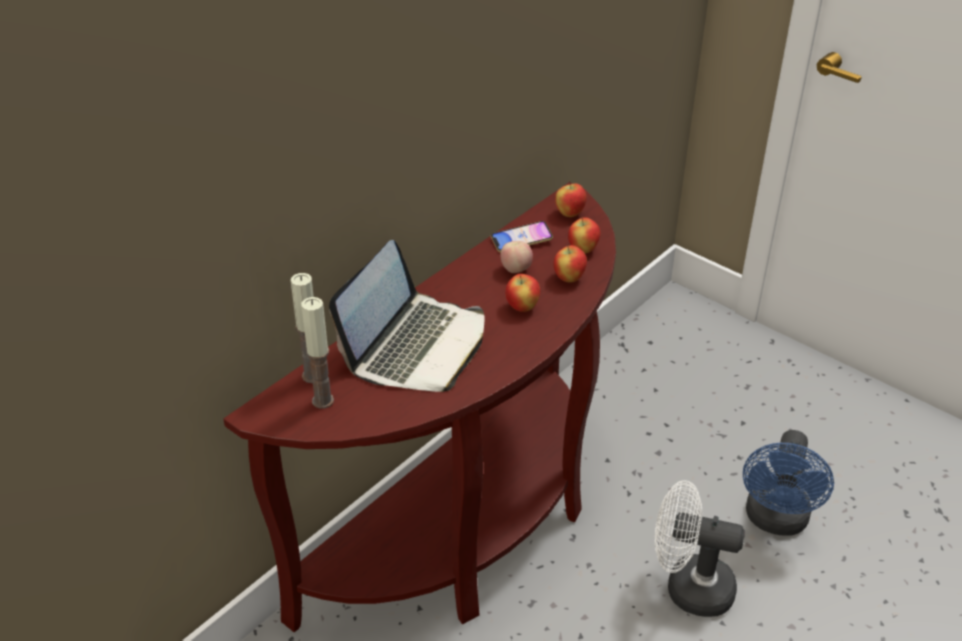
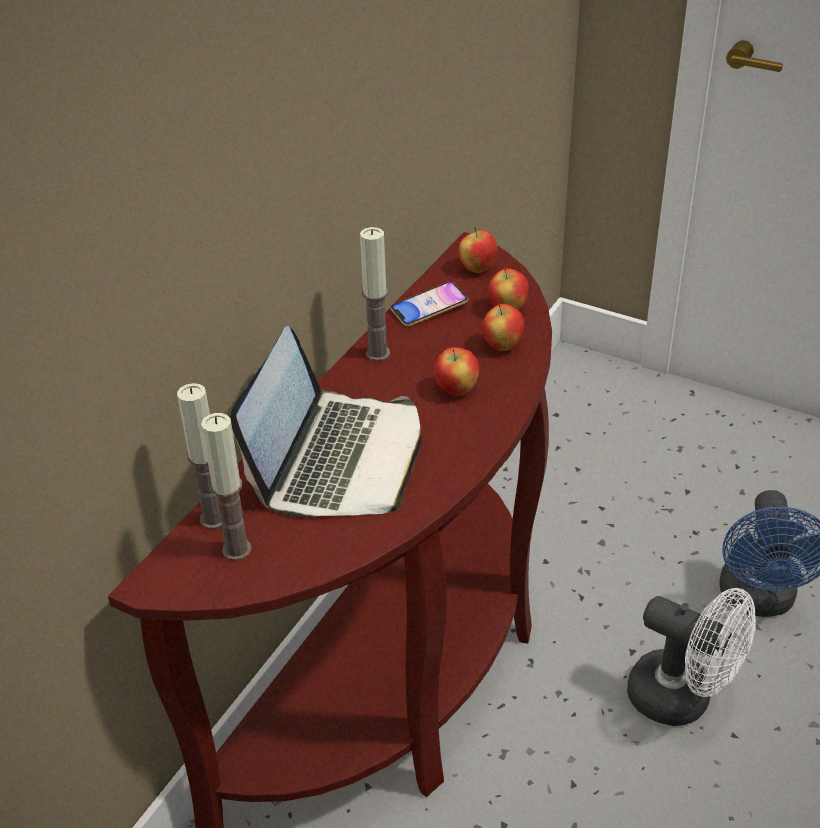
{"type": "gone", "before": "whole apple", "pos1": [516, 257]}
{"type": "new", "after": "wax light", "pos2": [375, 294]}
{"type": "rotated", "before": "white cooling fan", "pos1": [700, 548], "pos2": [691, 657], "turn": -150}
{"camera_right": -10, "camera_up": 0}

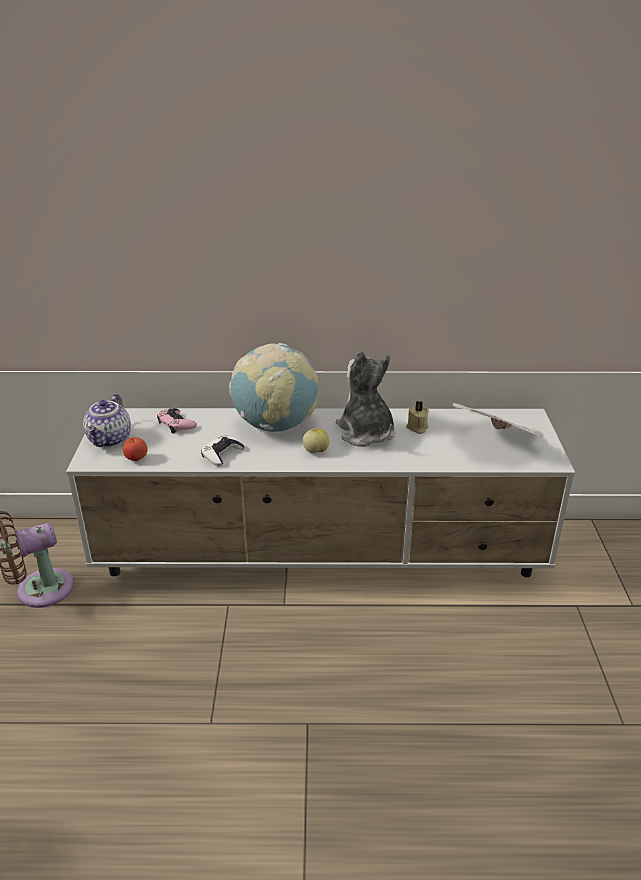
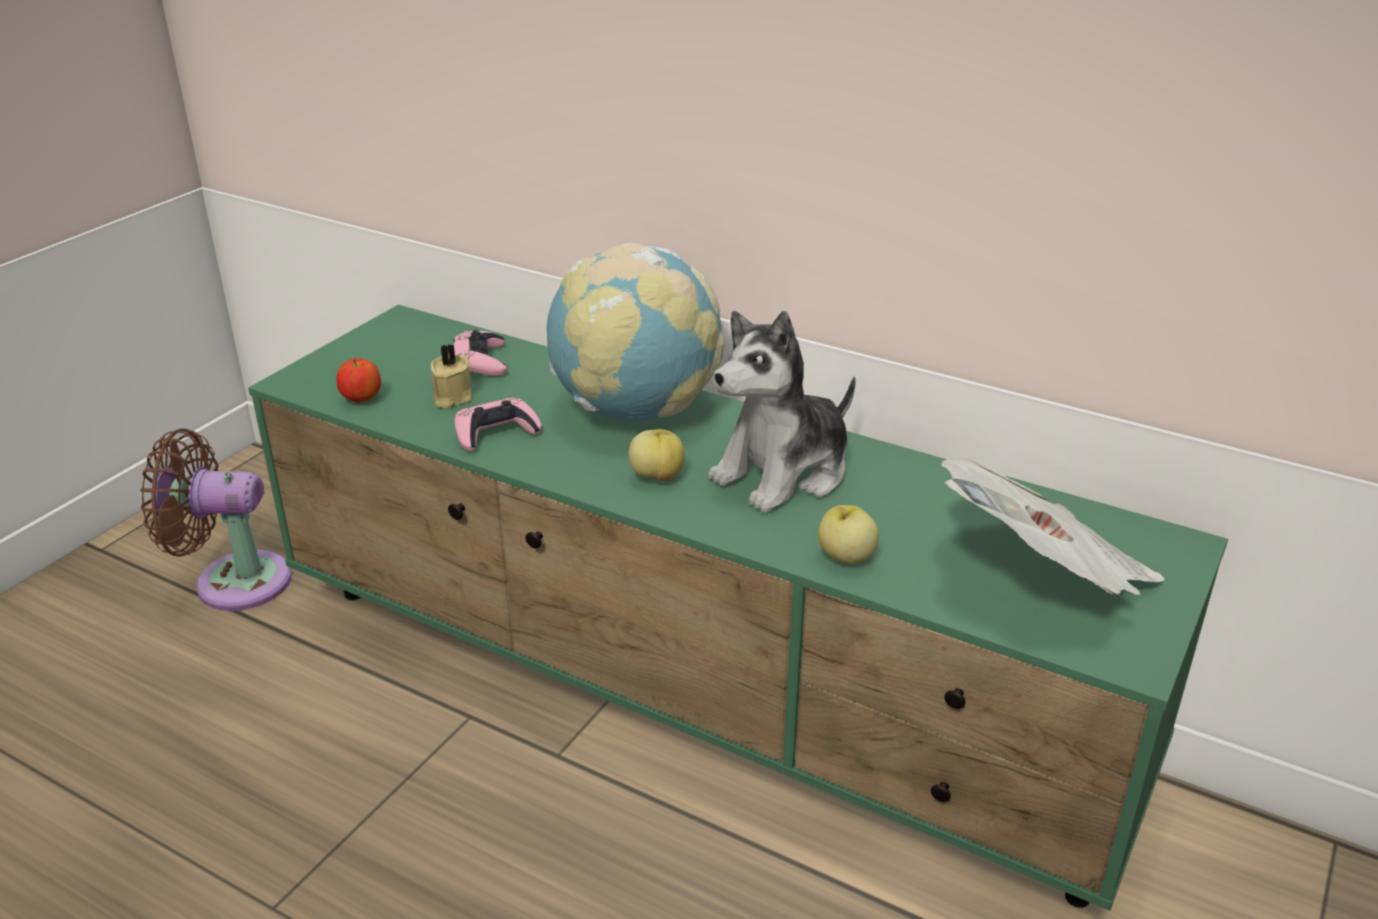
{"type": "gone", "before": "pot for tea", "pos1": [107, 420]}
{"type": "new", "after": "whole apple", "pos2": [848, 534]}
{"type": "shifted", "before": "beige wax light", "pos1": [417, 417], "pos2": [451, 377]}
{"type": "repainted", "before": "white media console", "after": "green-coloured media console", "pos1": [320, 492], "pos2": [738, 608]}
{"type": "repainted", "before": "white gamepad", "after": "pinkish gamepad", "pos1": [223, 451], "pos2": [498, 425]}
{"type": "rotated", "before": "cuddly toy", "pos1": [365, 399], "pos2": [782, 412], "turn": -135}
{"camera_right": 30, "camera_up": 0}

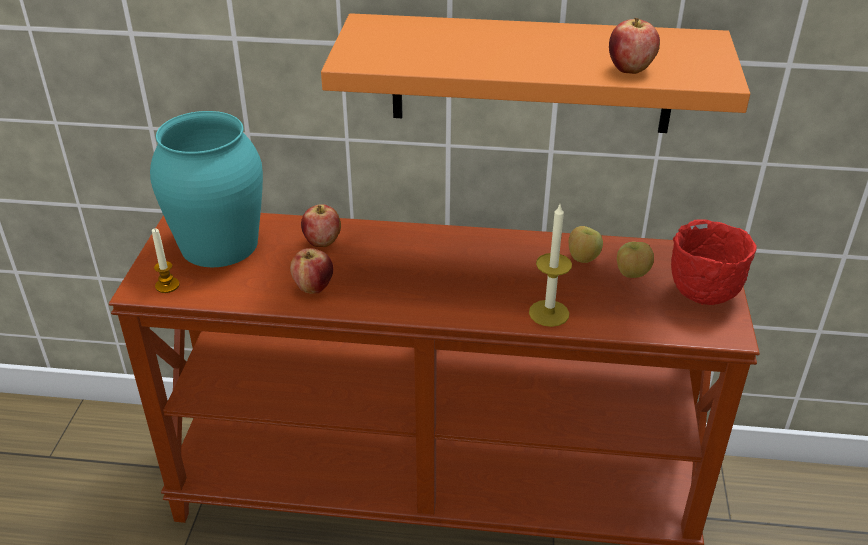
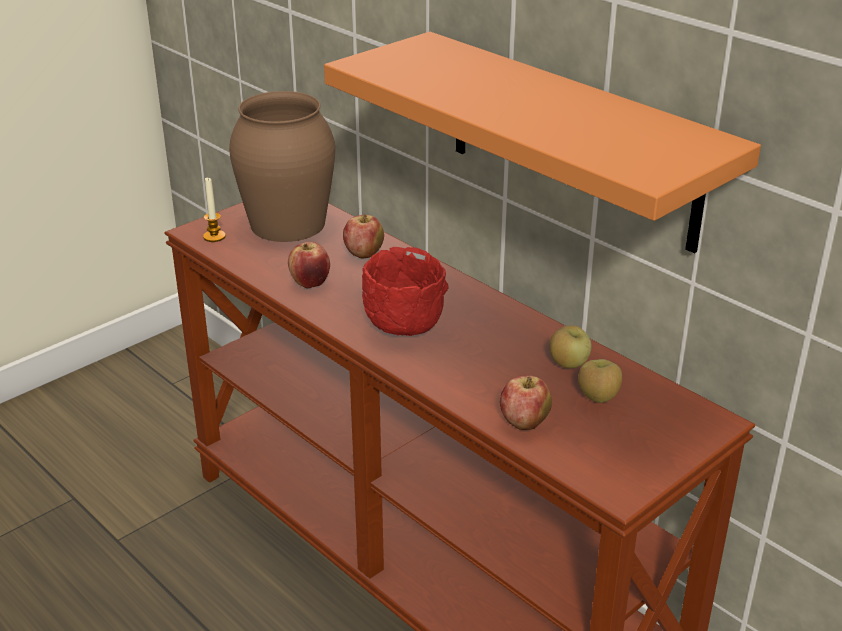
{"type": "gone", "before": "wax light", "pos1": [550, 266]}
{"type": "shifted", "before": "whole apple", "pos1": [634, 46], "pos2": [526, 402]}
{"type": "shifted", "before": "reddish deep dish", "pos1": [714, 262], "pos2": [405, 291]}
{"type": "repainted", "before": "blue-green vase", "after": "brown vase", "pos1": [206, 189], "pos2": [282, 166]}
{"camera_right": 40, "camera_up": -5}

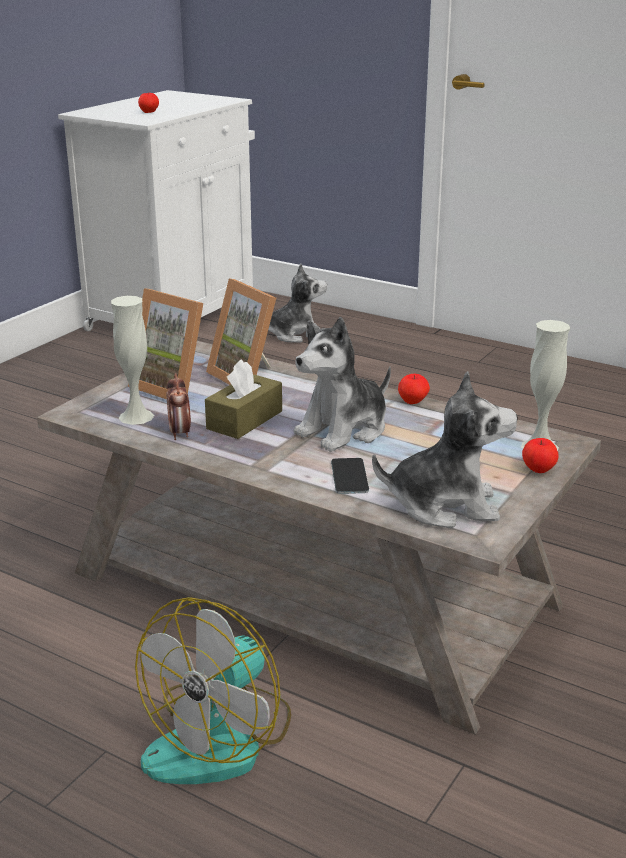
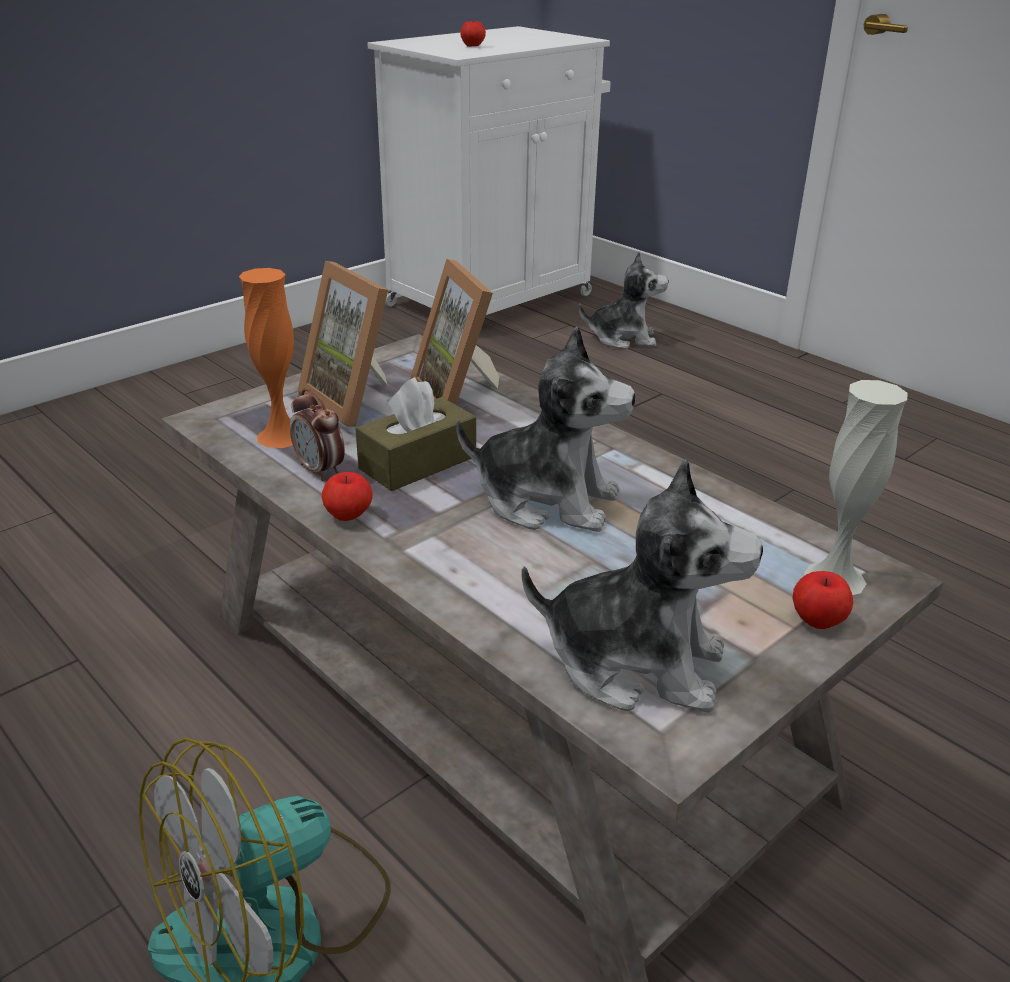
{"type": "gone", "before": "handset", "pos1": [350, 476]}
{"type": "shifted", "before": "whole apple", "pos1": [414, 389], "pos2": [347, 496]}
{"type": "repainted", "before": "white vase", "after": "orange vase", "pos1": [132, 360], "pos2": [266, 358]}
{"type": "rotated", "before": "alarm clock", "pos1": [179, 406], "pos2": [317, 434], "turn": -45}
{"type": "rotated", "before": "cuddly toy", "pos1": [342, 384], "pos2": [545, 429], "turn": -135}
{"camera_right": 15, "camera_up": 5}

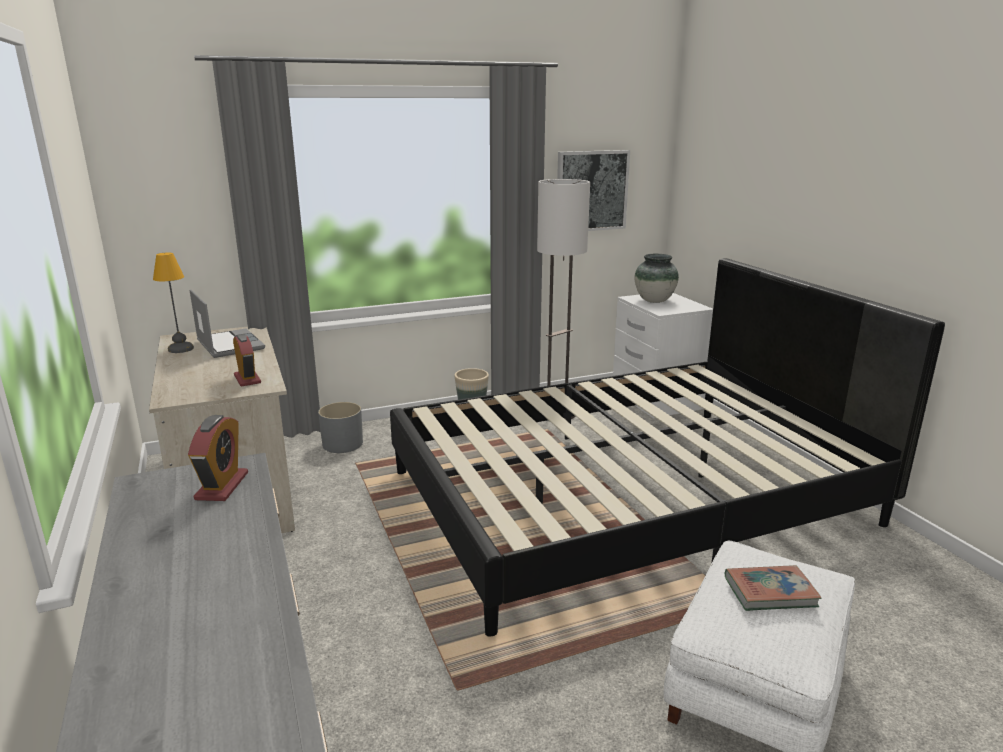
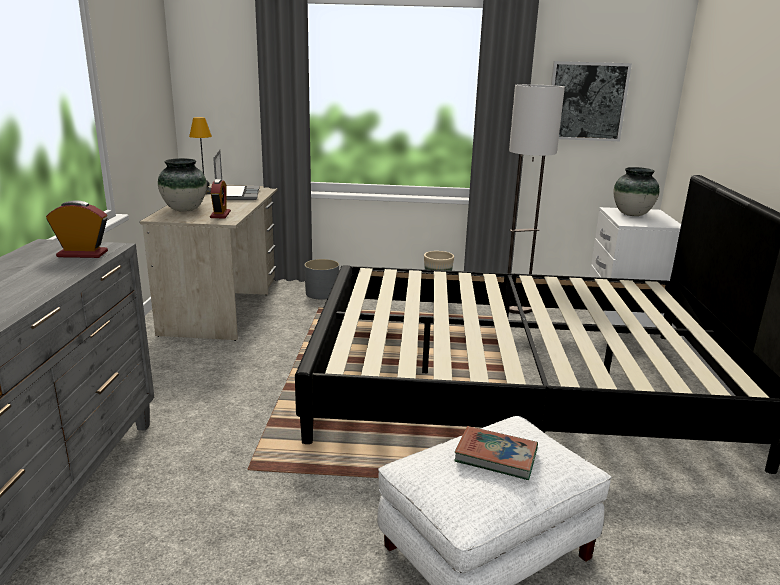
{"type": "new", "after": "vase", "pos2": [182, 185]}
{"type": "rotated", "before": "alarm clock", "pos1": [218, 458], "pos2": [77, 229], "turn": -120}
{"camera_right": 25, "camera_up": 0}

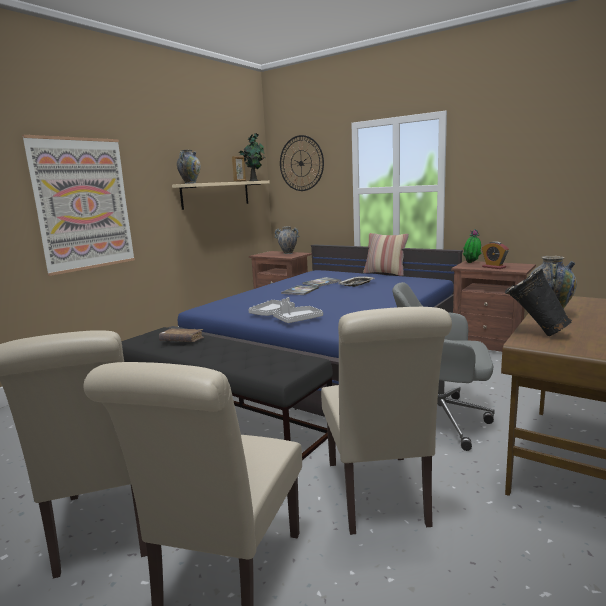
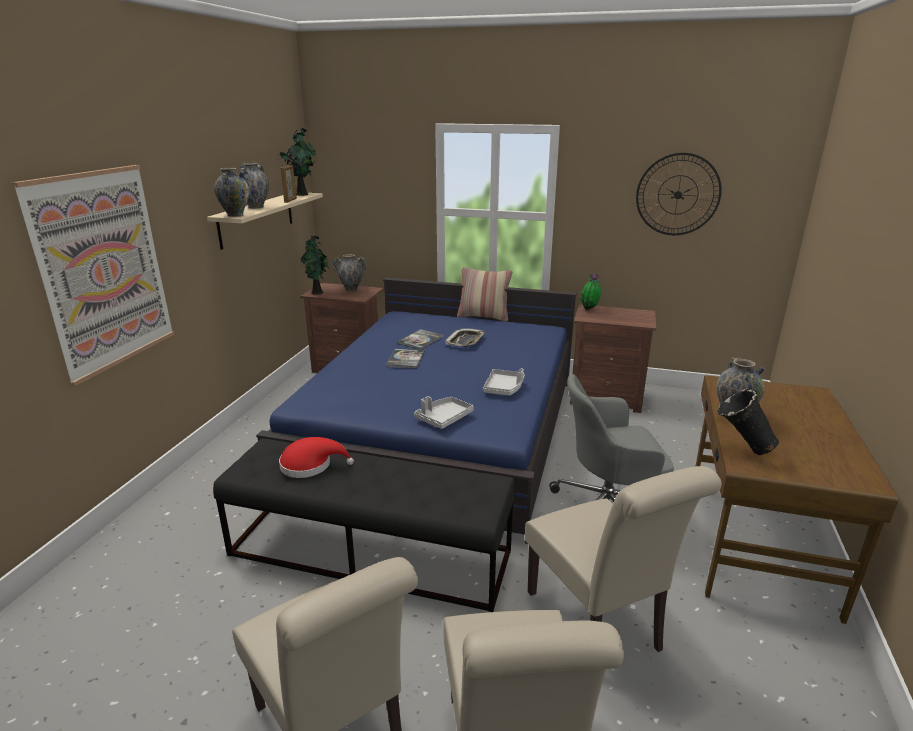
{"type": "gone", "before": "alarm clock", "pos1": [495, 255]}
{"type": "new", "after": "vase", "pos2": [254, 185]}
{"type": "new", "after": "houseplant", "pos2": [315, 265]}
{"type": "shifted", "before": "greyish tray", "pos1": [271, 306], "pos2": [504, 382]}
{"type": "shifted", "before": "clock on the wall", "pos1": [302, 163], "pos2": [679, 194]}
{"type": "swapped", "before": "brown book", "after": "reddish hat", "pos1": [181, 335], "pos2": [316, 457]}
{"camera_right": -20, "camera_up": 10}

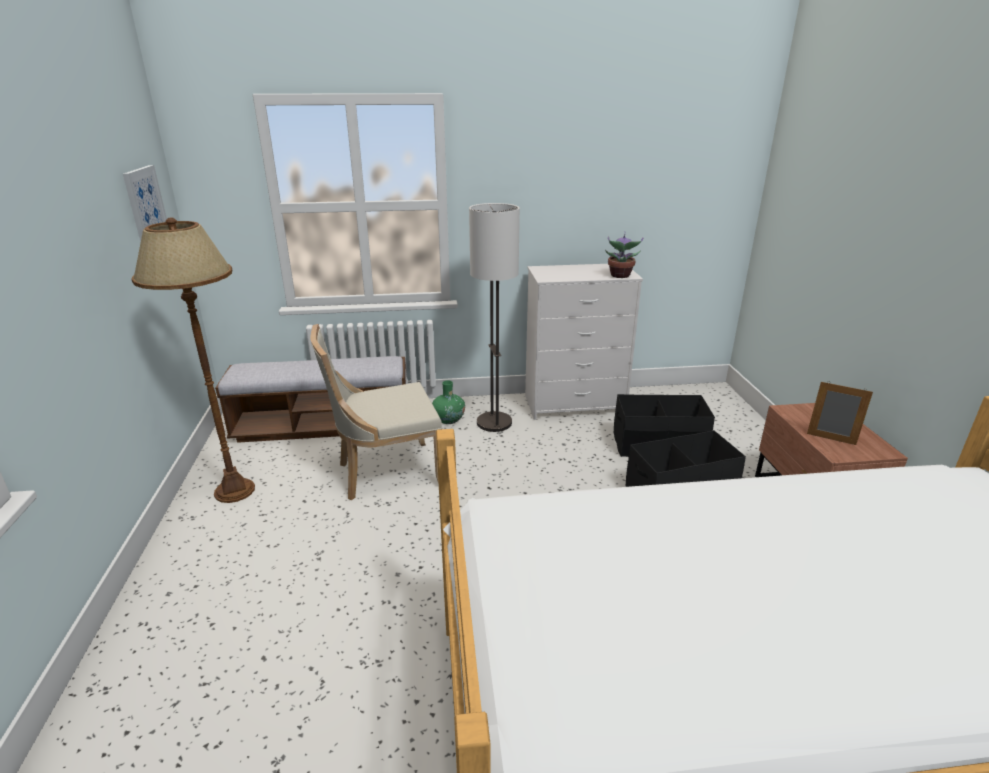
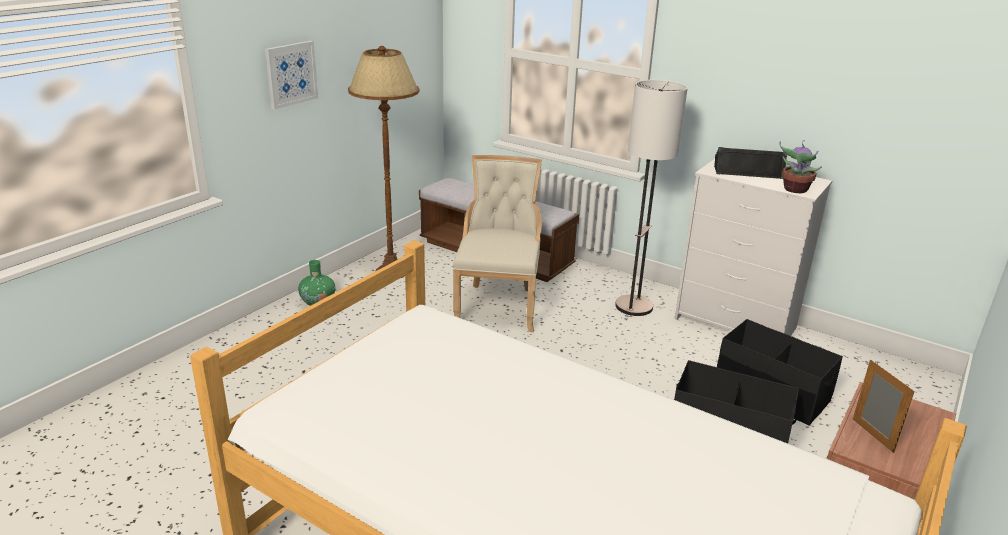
{"type": "new", "after": "black loudspeaker", "pos2": [750, 163]}
{"type": "shifted", "before": "wall picture", "pos1": [145, 203], "pos2": [291, 75]}
{"type": "shifted", "before": "green-coloured vase", "pos1": [448, 402], "pos2": [316, 283]}
{"type": "rotated", "before": "beige chair", "pos1": [376, 412], "pos2": [497, 243], "turn": 75}
{"camera_right": 40, "camera_up": 0}

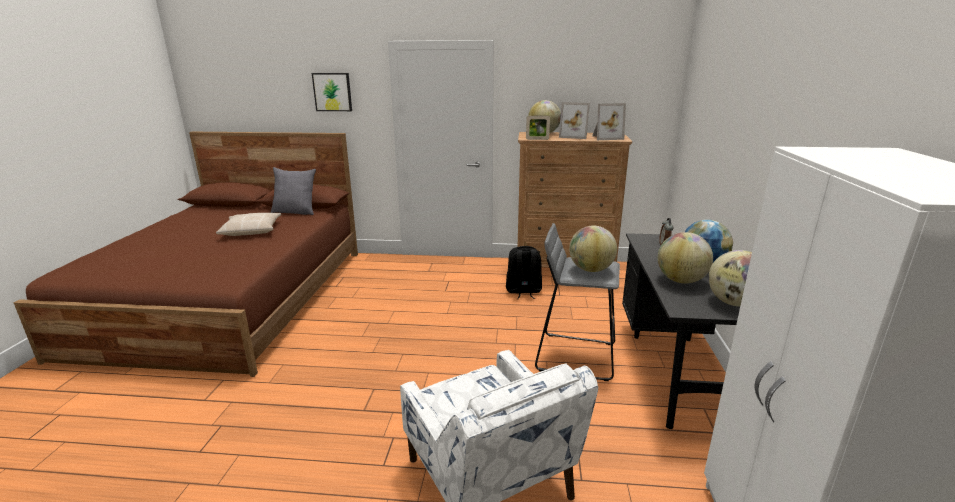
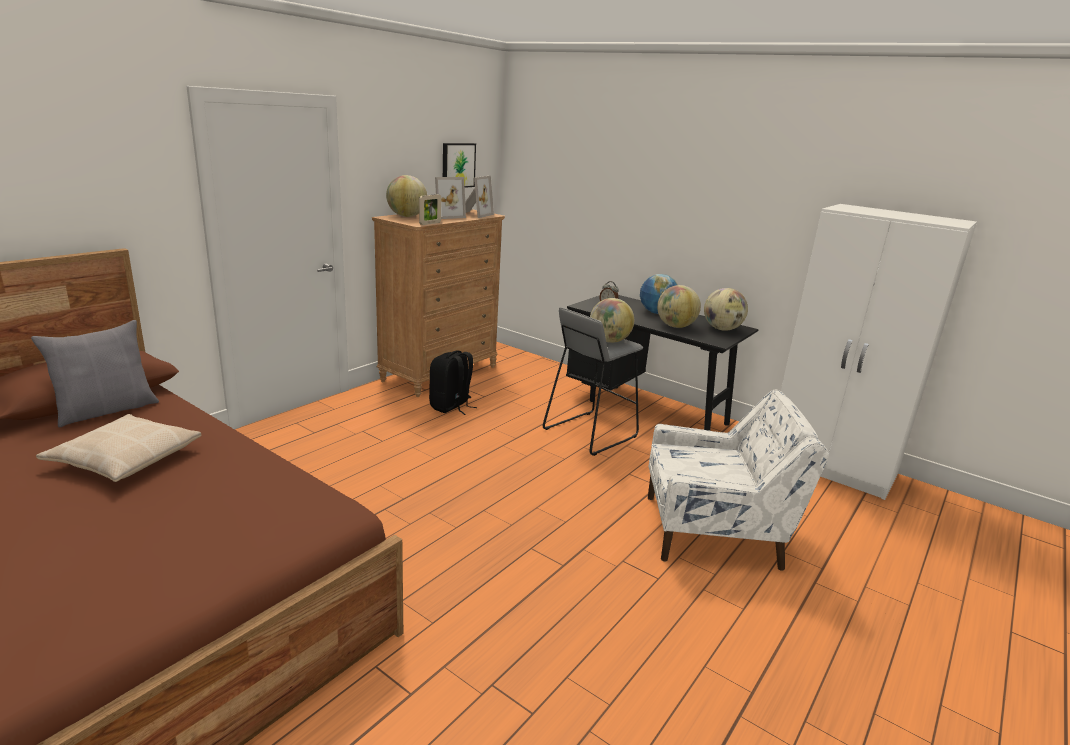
{"type": "shifted", "before": "wall picture", "pos1": [332, 92], "pos2": [459, 165]}
{"camera_right": -60, "camera_up": 0}

